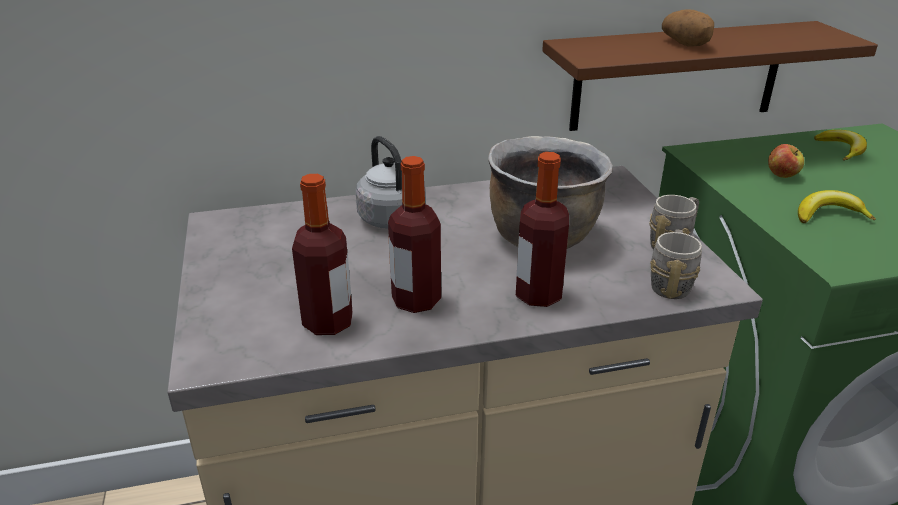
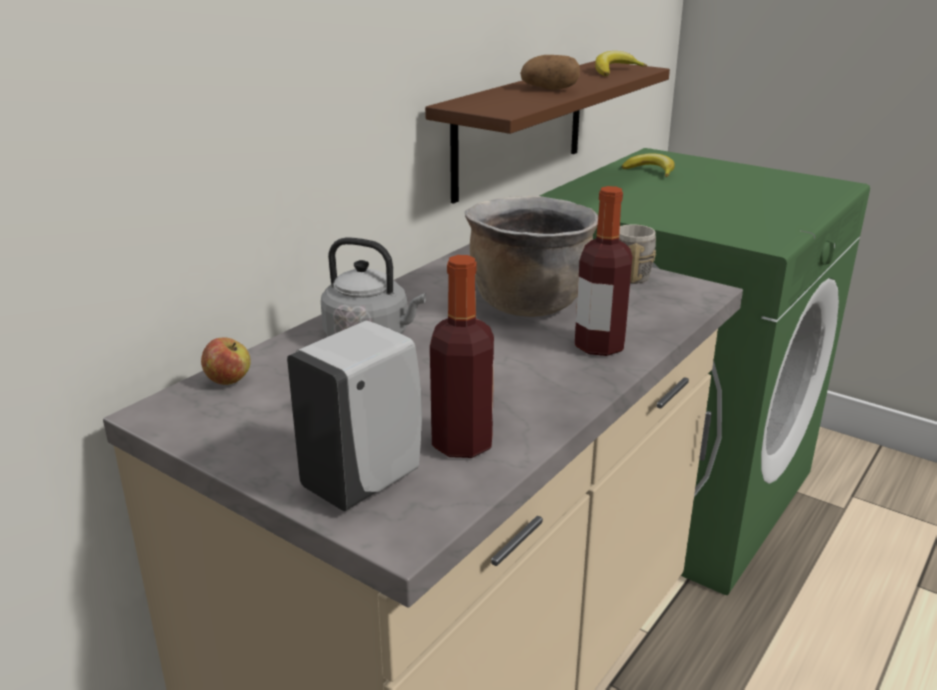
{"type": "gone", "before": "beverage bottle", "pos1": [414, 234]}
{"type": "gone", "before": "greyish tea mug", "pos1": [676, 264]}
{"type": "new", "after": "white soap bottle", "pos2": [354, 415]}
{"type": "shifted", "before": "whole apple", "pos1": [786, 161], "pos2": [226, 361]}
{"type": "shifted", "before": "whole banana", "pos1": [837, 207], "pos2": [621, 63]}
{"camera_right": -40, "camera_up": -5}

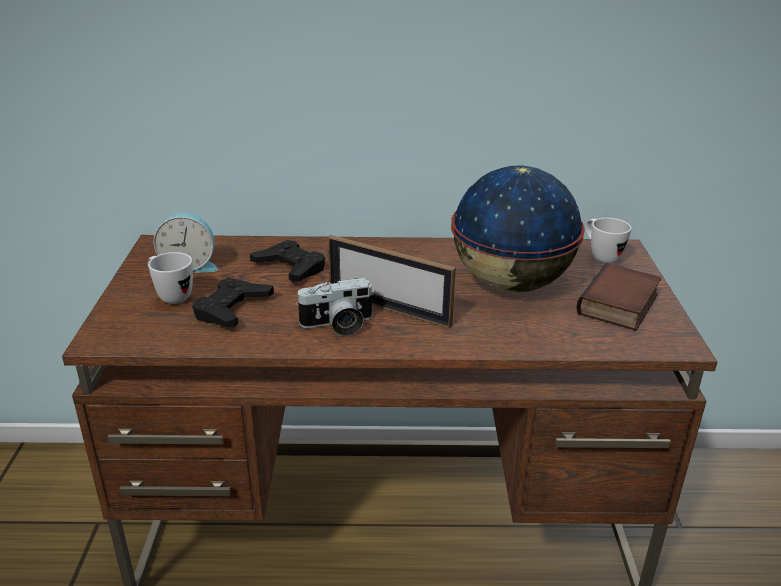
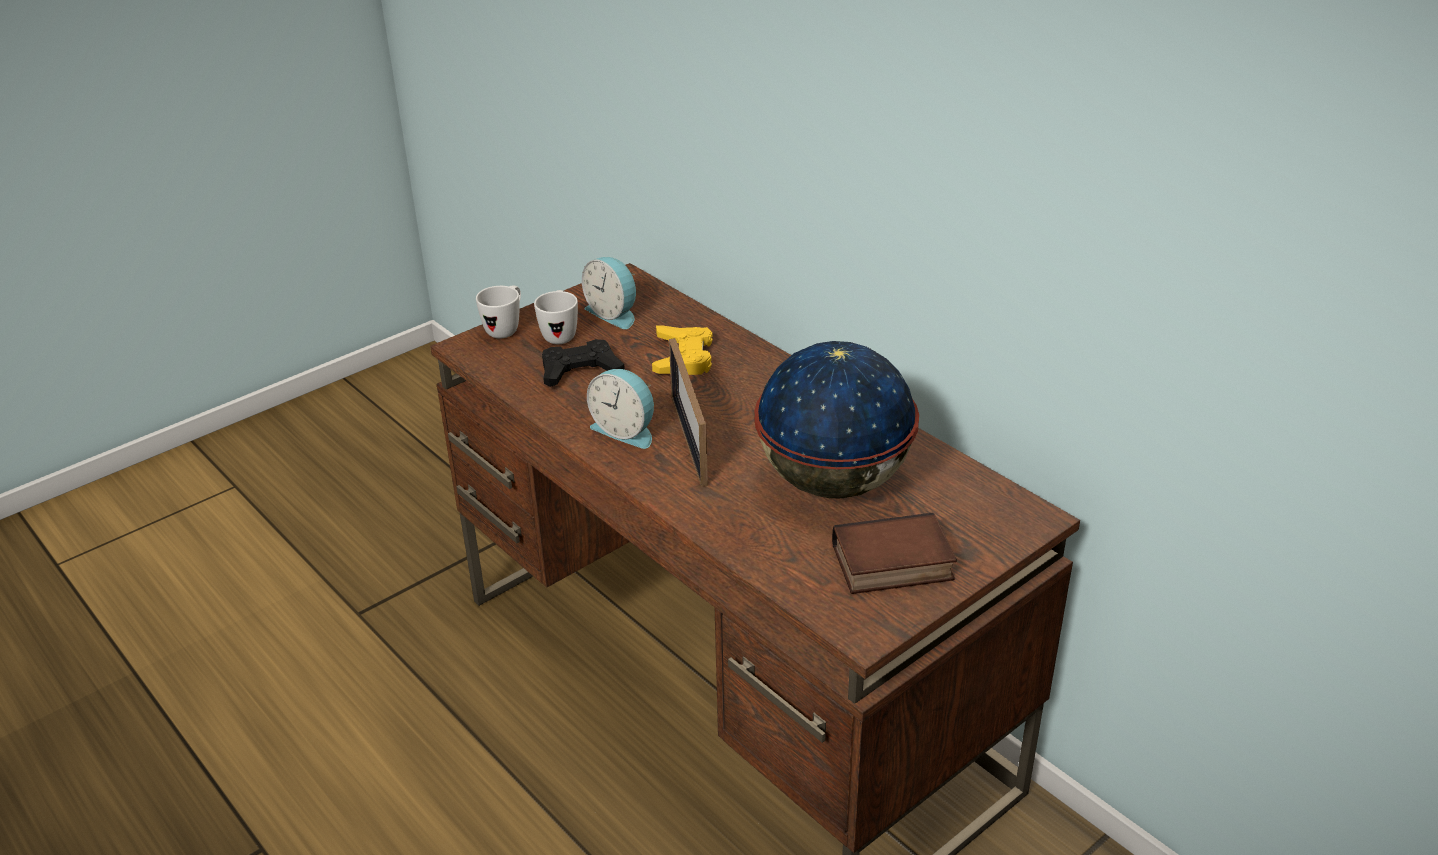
{"type": "shifted", "before": "white tea mug", "pos1": [608, 241], "pos2": [498, 312]}
{"type": "swapped", "before": "still camera", "after": "alarm clock", "pos1": [334, 307], "pos2": [620, 409]}
{"type": "repainted", "before": "black gamepad", "after": "yellow gamepad", "pos1": [287, 261], "pos2": [682, 350]}
{"camera_right": 50, "camera_up": 5}

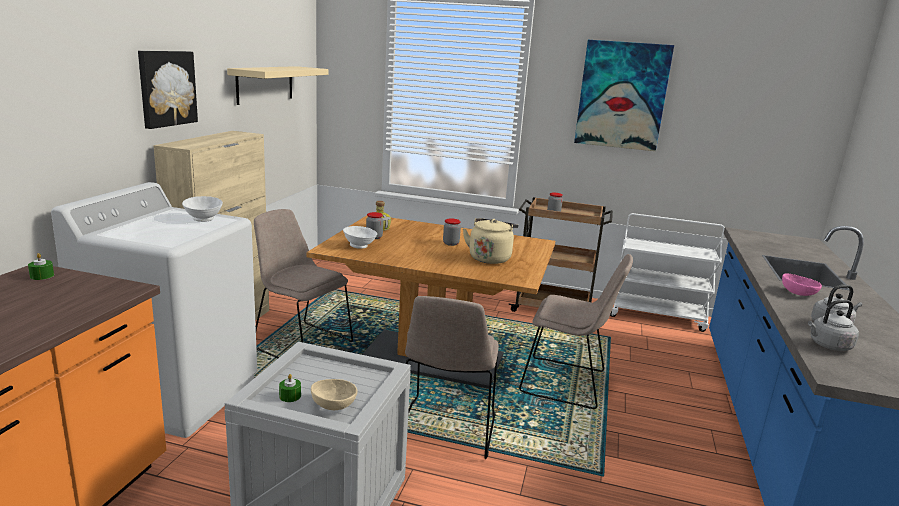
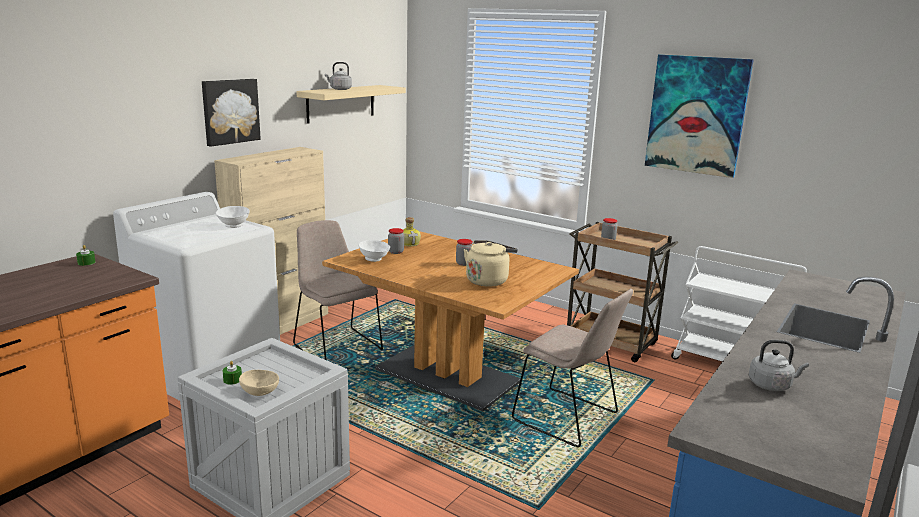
{"type": "gone", "before": "beige chair", "pos1": [452, 377]}
{"type": "gone", "before": "pinkish deep dish", "pos1": [802, 285]}
{"type": "shifted", "before": "greyish water kettle", "pos1": [833, 325], "pos2": [338, 76]}
{"camera_right": 20, "camera_up": 0}

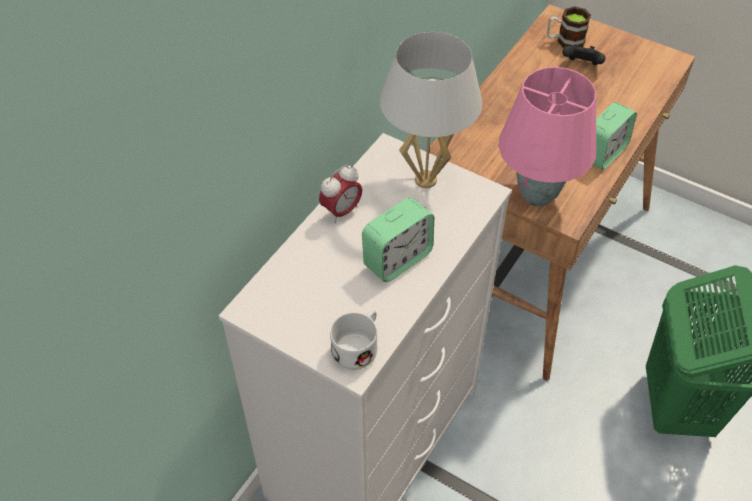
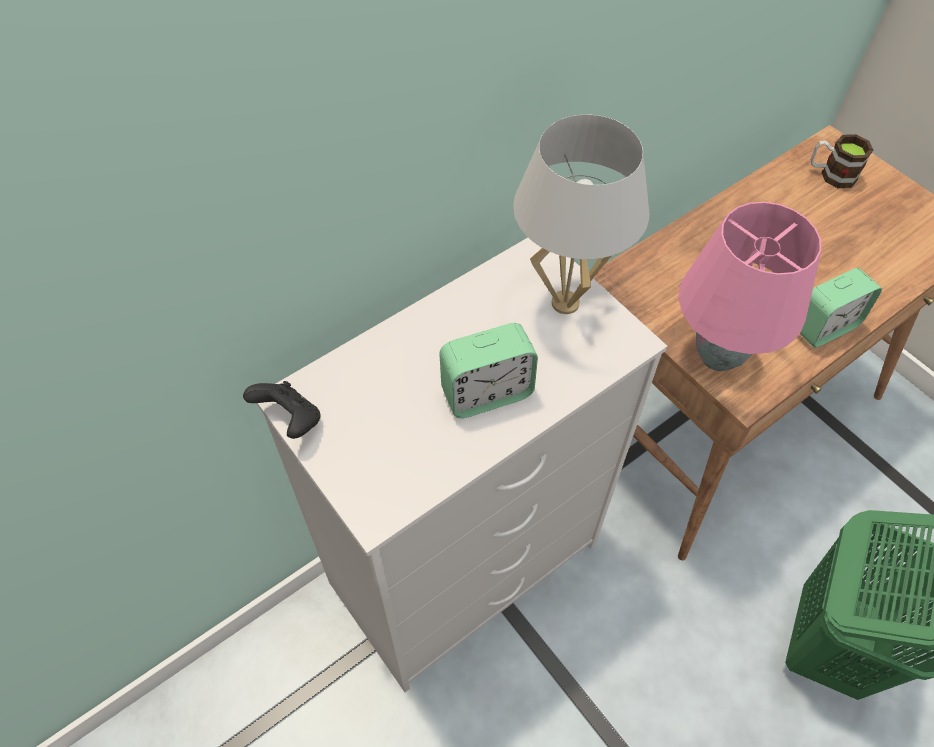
{"type": "gone", "before": "alarm clock", "pos1": [340, 194]}
{"type": "gone", "before": "white tea mug", "pos1": [353, 340]}
{"type": "shifted", "before": "black gamepad", "pos1": [584, 55], "pos2": [282, 410]}
{"camera_right": 20, "camera_up": 5}

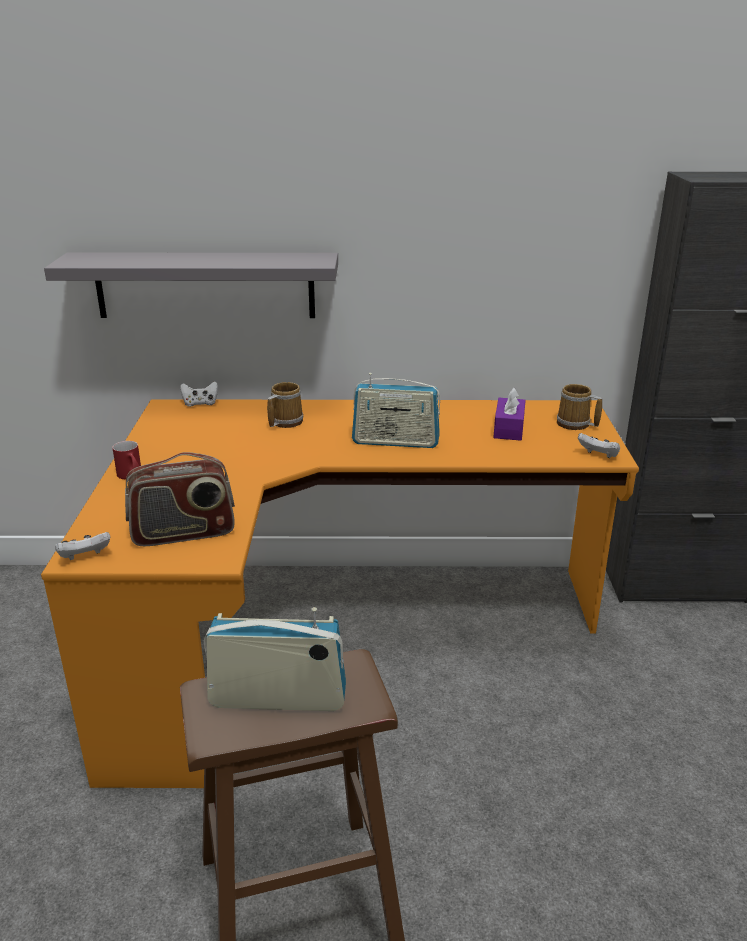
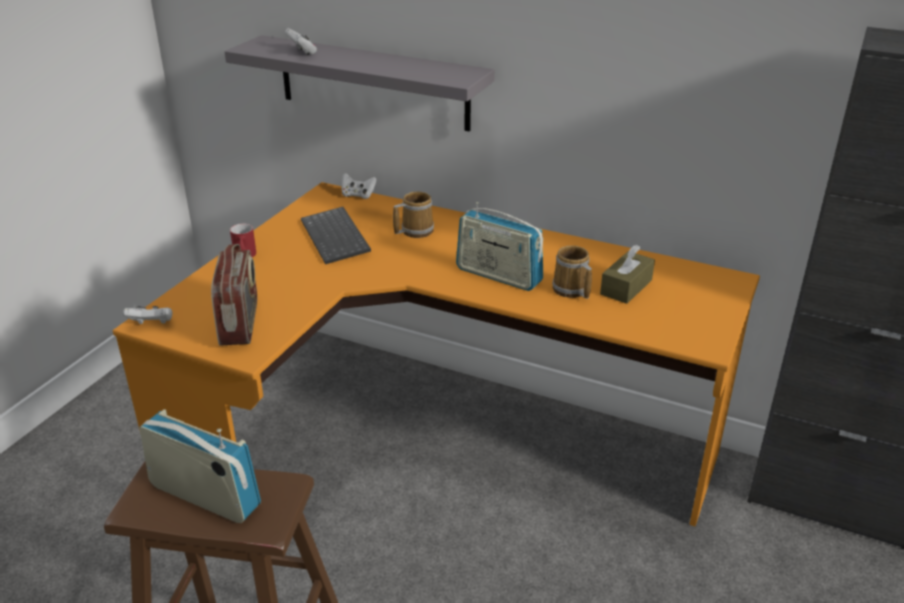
{"type": "new", "after": "PC keyboard", "pos2": [336, 235]}
{"type": "shifted", "before": "tea mug", "pos1": [579, 407], "pos2": [572, 272]}
{"type": "shifted", "before": "white gamepad", "pos1": [599, 445], "pos2": [301, 41]}
{"type": "repainted", "before": "purplish tissue holder", "after": "brown tissue holder", "pos1": [509, 414], "pos2": [627, 274]}
{"type": "rotated", "before": "radio", "pos1": [180, 499], "pos2": [234, 295], "turn": -105}
{"camera_right": 25, "camera_up": 5}

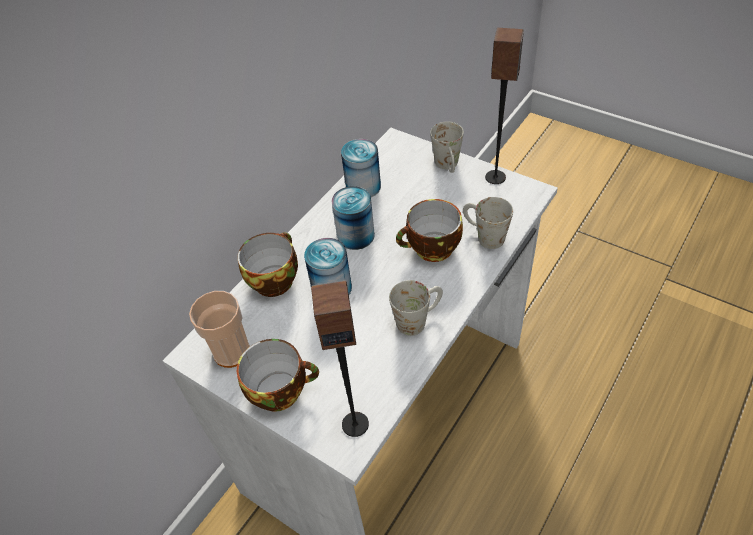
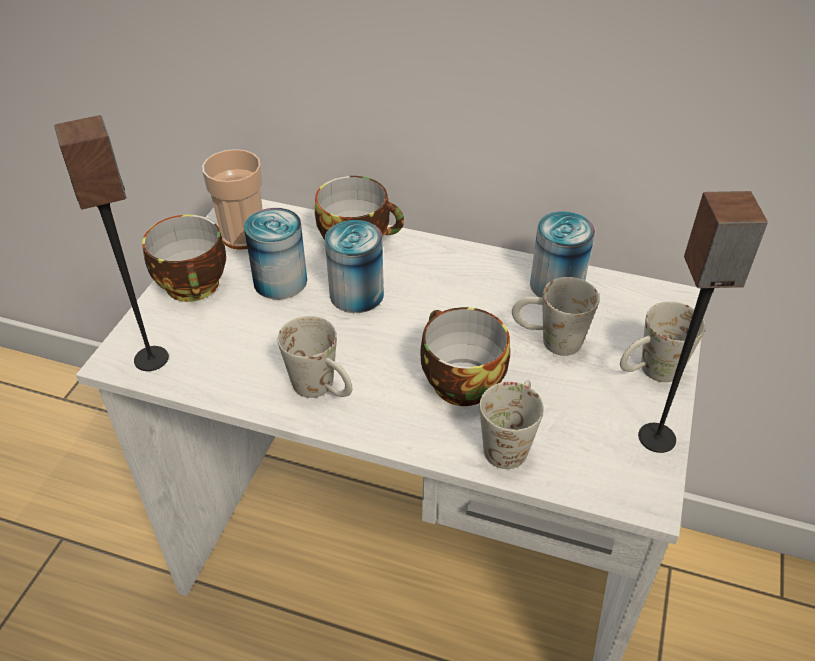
{"type": "new", "after": "white tea mug", "pos2": [555, 316]}
{"type": "shifted", "before": "can", "pos1": [353, 218], "pos2": [275, 253]}
{"camera_right": 70, "camera_up": -5}

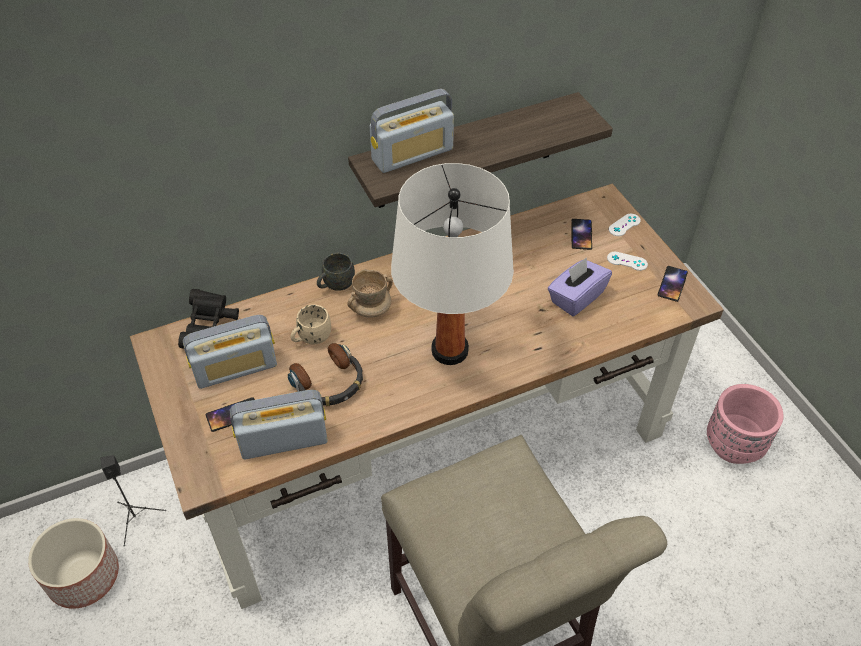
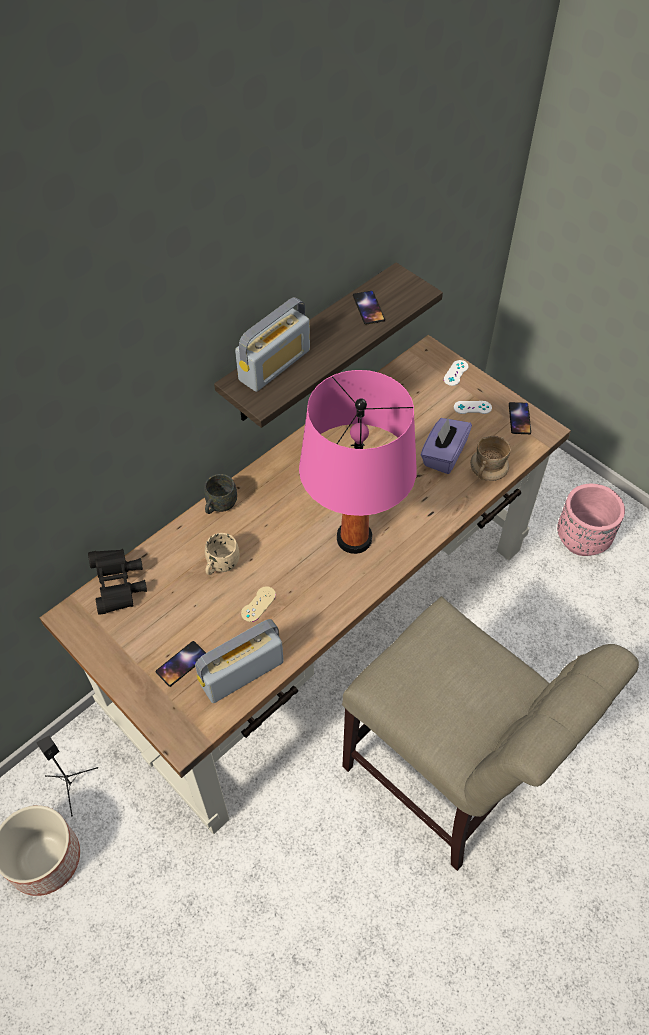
{"type": "gone", "before": "radio", "pos1": [230, 352]}
{"type": "shifted", "before": "beige tea mug", "pos1": [370, 293], "pos2": [490, 458]}
{"type": "shifted", "before": "handset", "pos1": [582, 234], "pos2": [369, 308]}
{"type": "swapped", "before": "headphones", "after": "beige gamepad", "pos1": [325, 374], "pos2": [258, 604]}
{"type": "repainted", "before": "white table lamp", "after": "pinkish table lamp", "pos1": [452, 264], "pos2": [358, 462]}
{"camera_right": -20, "camera_up": 5}

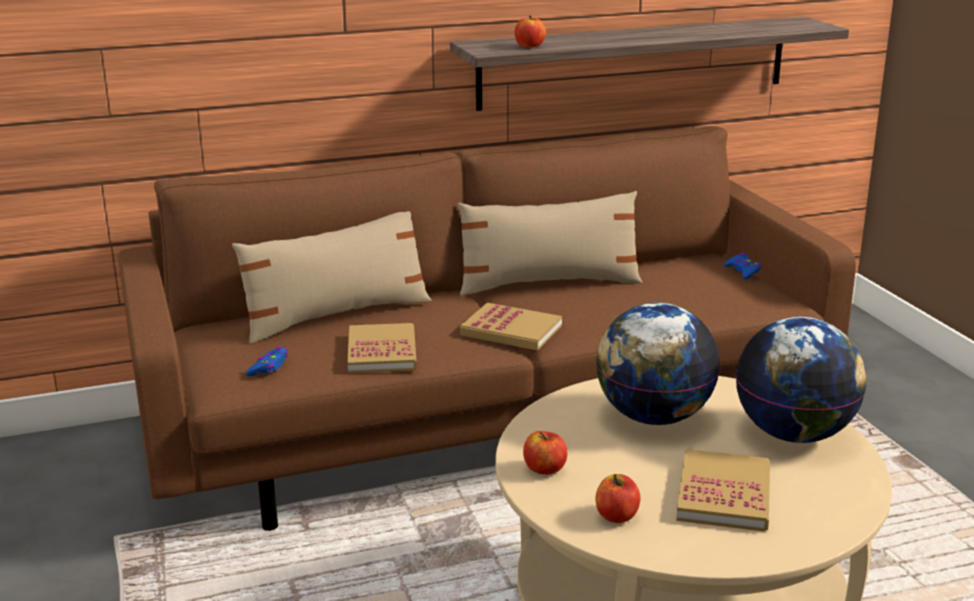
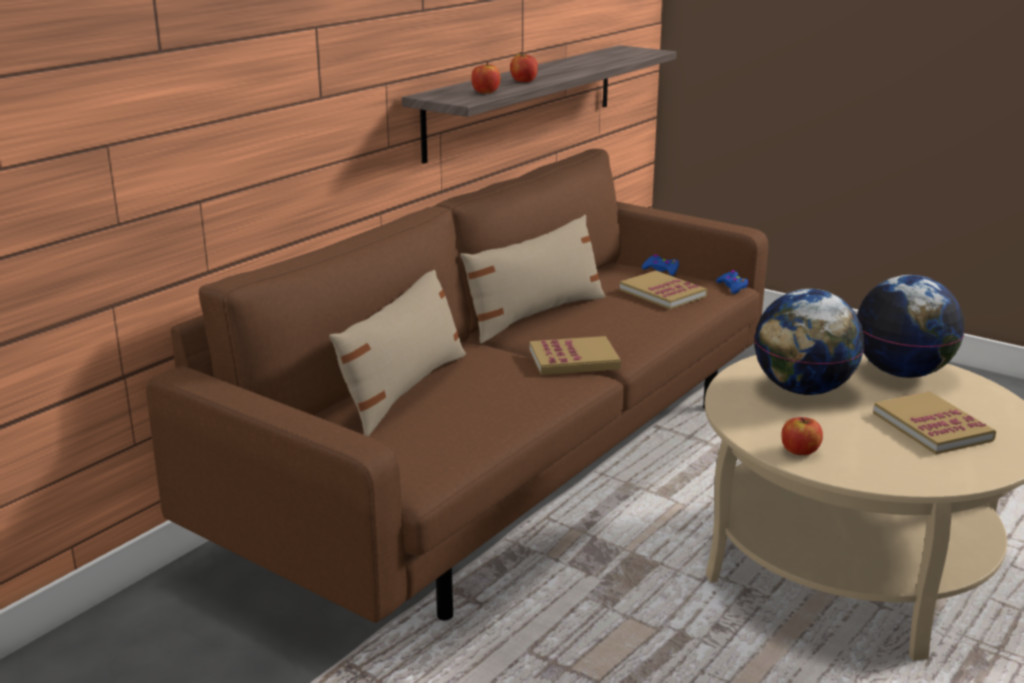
{"type": "shifted", "before": "blue-coloured gamepad", "pos1": [267, 361], "pos2": [732, 282]}
{"type": "shifted", "before": "book", "pos1": [382, 348], "pos2": [663, 290]}
{"type": "shifted", "before": "whole apple", "pos1": [618, 498], "pos2": [524, 67]}
{"camera_right": -35, "camera_up": 0}

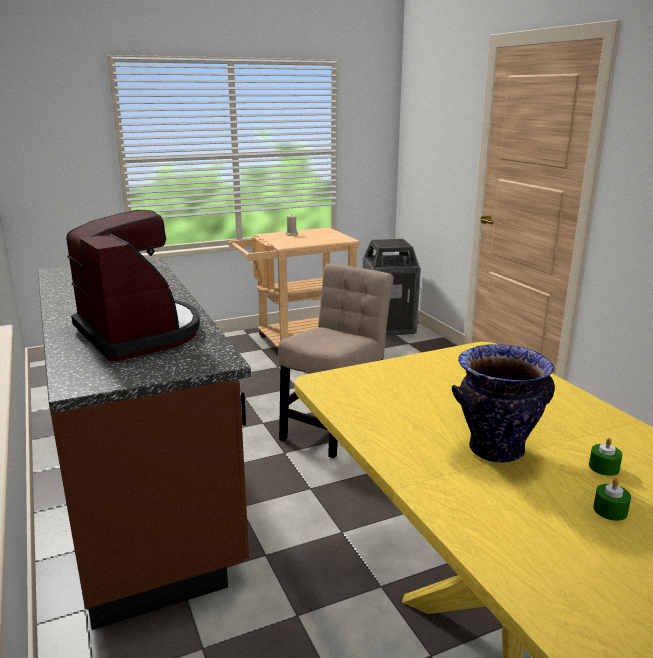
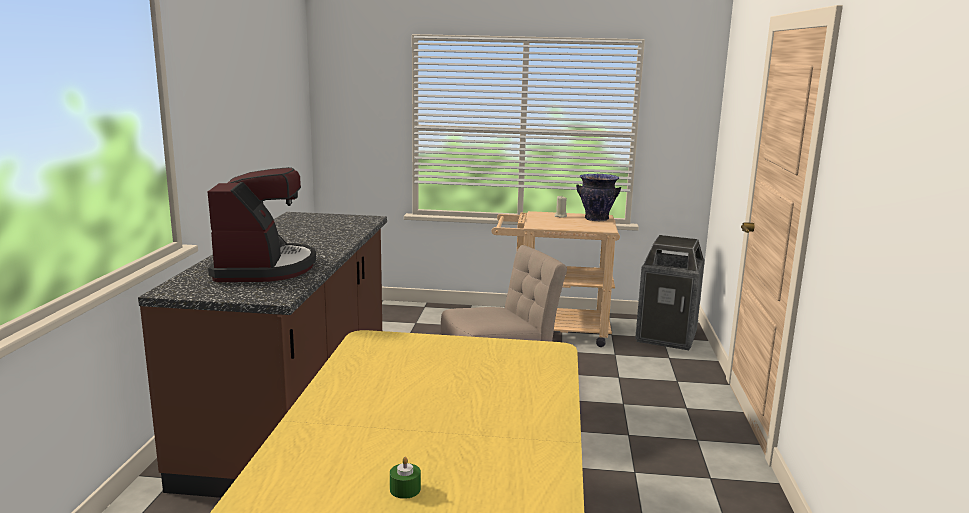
{"type": "gone", "before": "green-coloured wax light", "pos1": [606, 457]}
{"type": "shifted", "before": "vase", "pos1": [503, 403], "pos2": [598, 197]}
{"camera_right": 30, "camera_up": -5}

